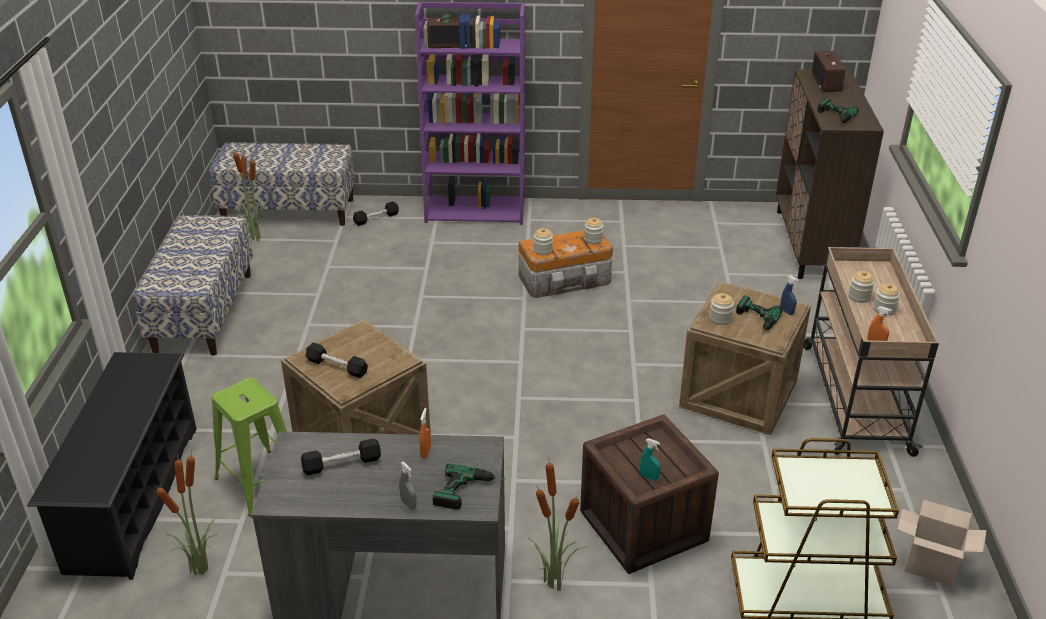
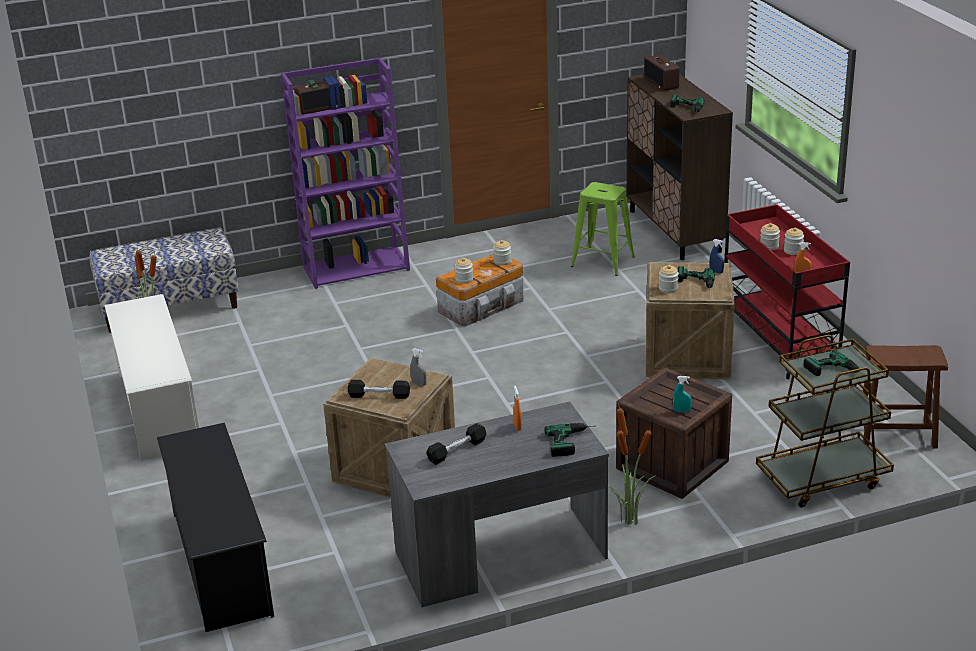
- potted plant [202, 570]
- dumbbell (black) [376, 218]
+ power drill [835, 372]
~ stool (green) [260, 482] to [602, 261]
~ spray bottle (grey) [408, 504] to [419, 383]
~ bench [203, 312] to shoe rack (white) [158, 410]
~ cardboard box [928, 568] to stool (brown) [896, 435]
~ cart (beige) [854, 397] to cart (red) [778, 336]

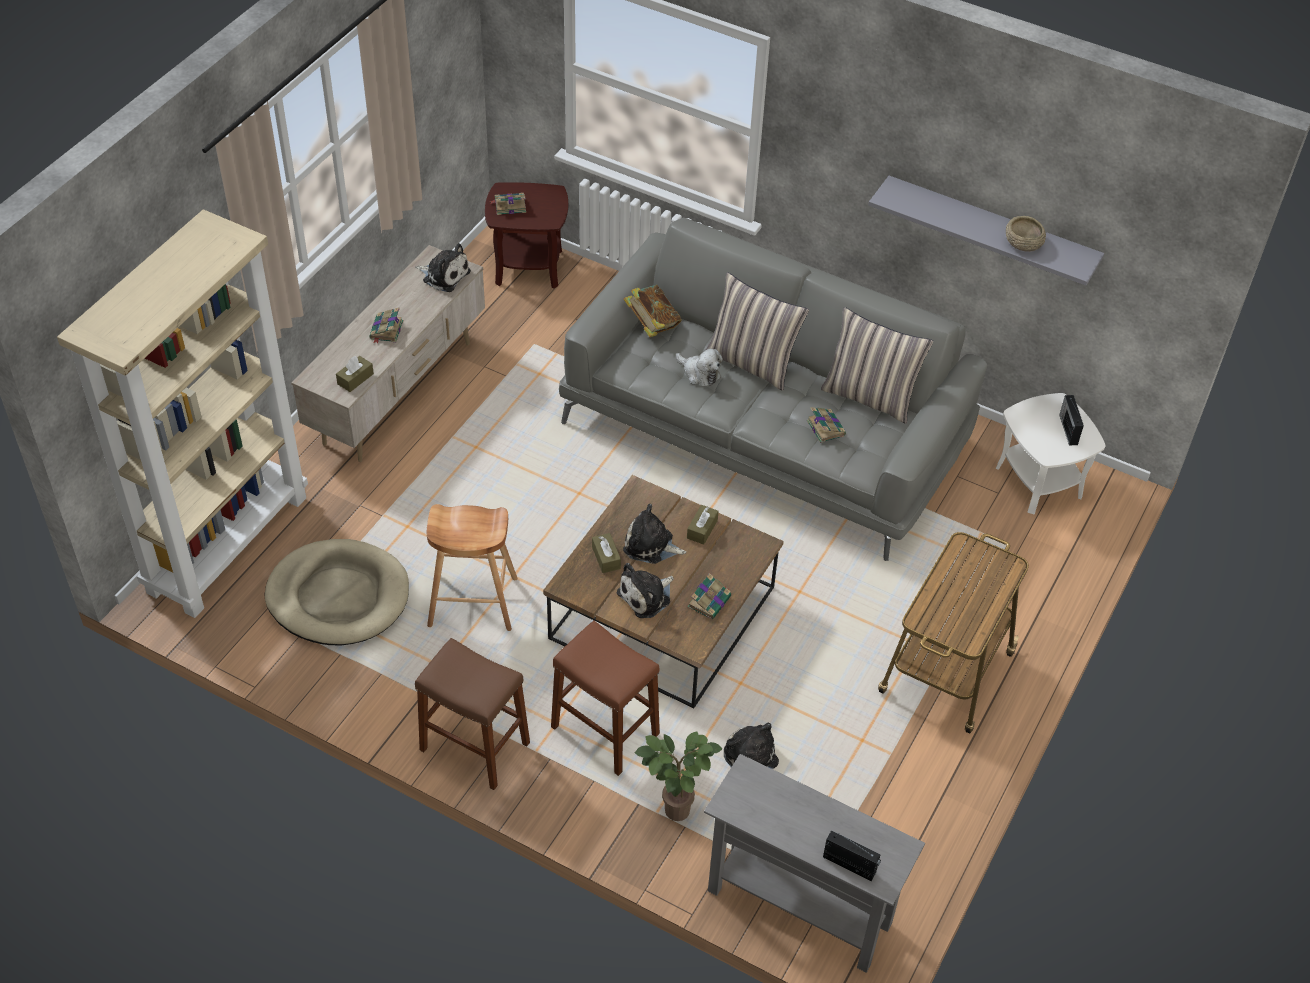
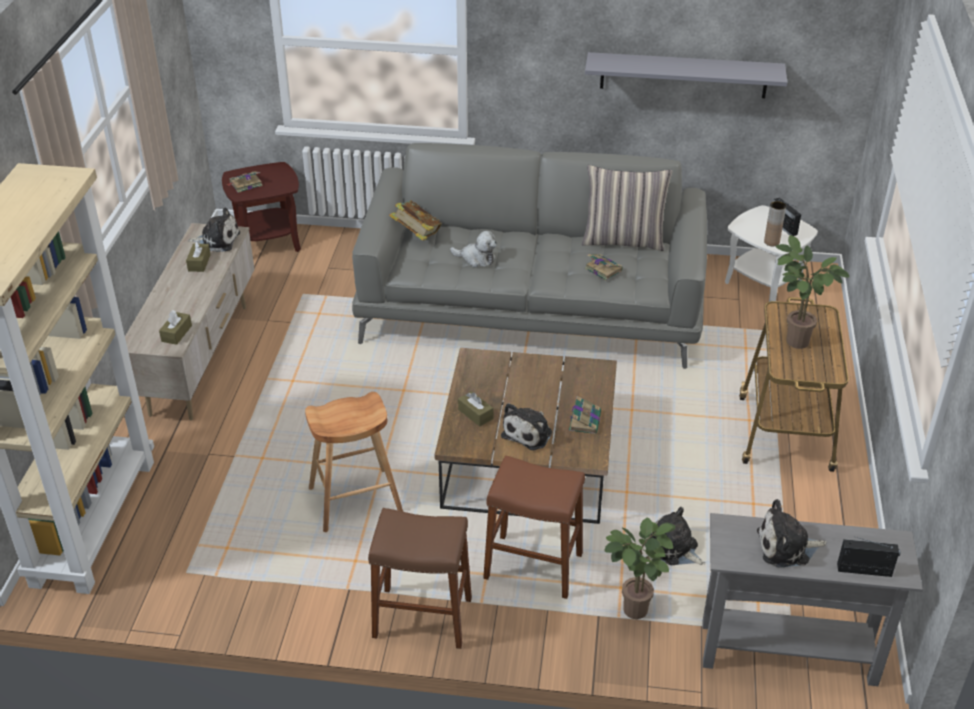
- dog bed (beige) [338, 596]
- book [386, 330]
- pillow [752, 363]
- bowl (beige) [1023, 241]
+ vase (brown) [771, 242]
+ potted plant [793, 342]
~ plush toy [651, 546] to [786, 547]
~ tissue box (brown) [702, 529] to [199, 263]

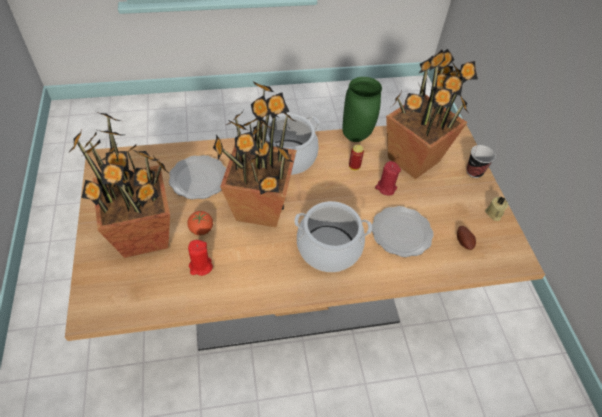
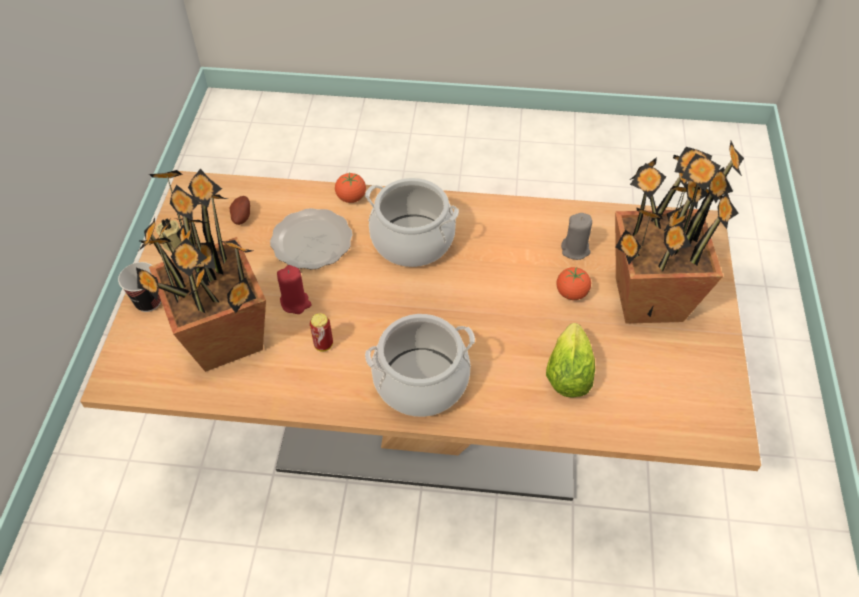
- potted plant [259, 208]
- vase (green) [355, 137]
+ tomato [351, 198]
~ plate [199, 178] to lettuce [568, 371]
~ candle (red) [200, 266] to candle (grey) [575, 250]

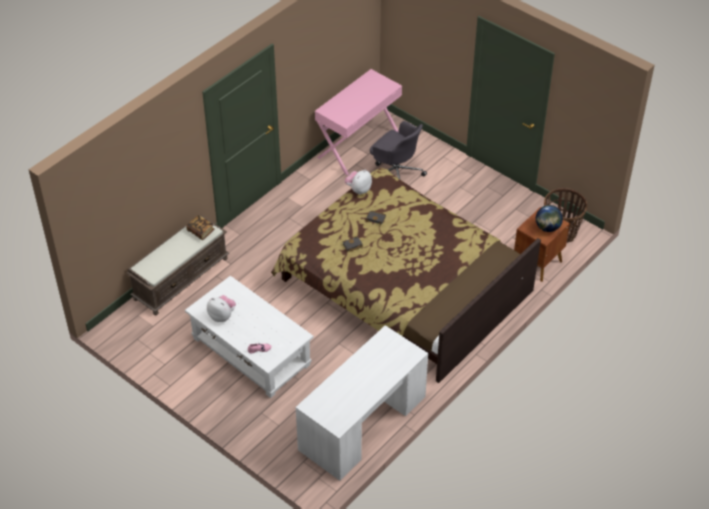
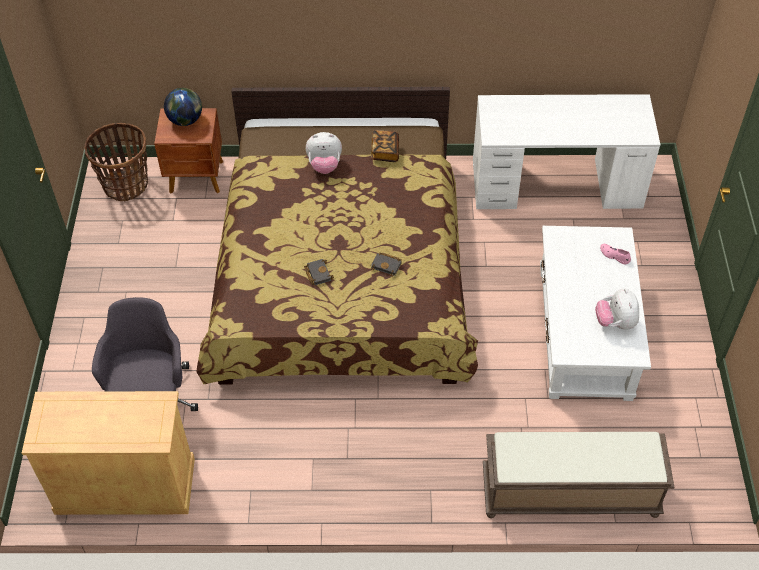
~ book [201, 231] to [385, 152]
~ plush toy [358, 190] to [324, 166]
~ desk (pink) [358, 145] to cabinet (beige) [125, 485]

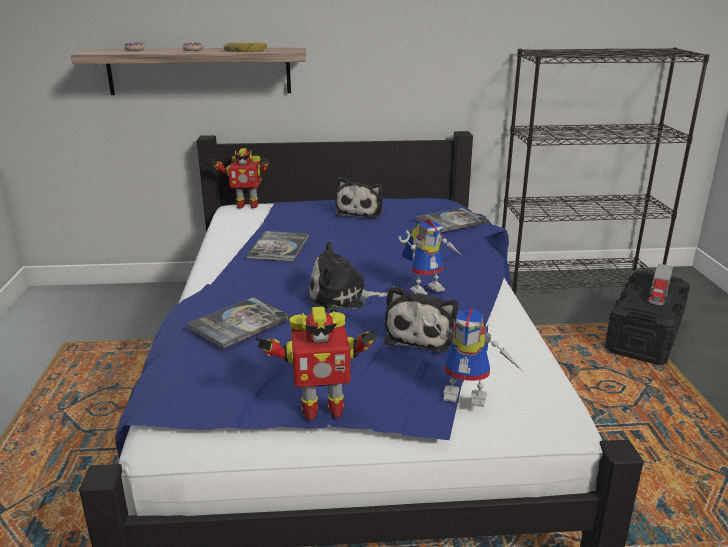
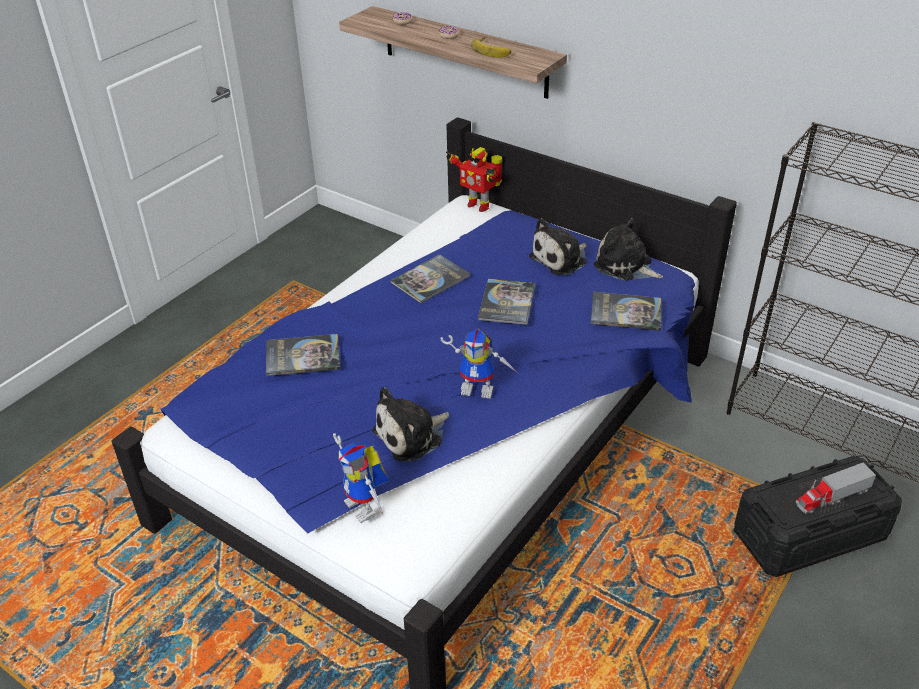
- toy robot [321, 409]
+ book [507, 302]
~ plush toy [342, 297] to [625, 266]

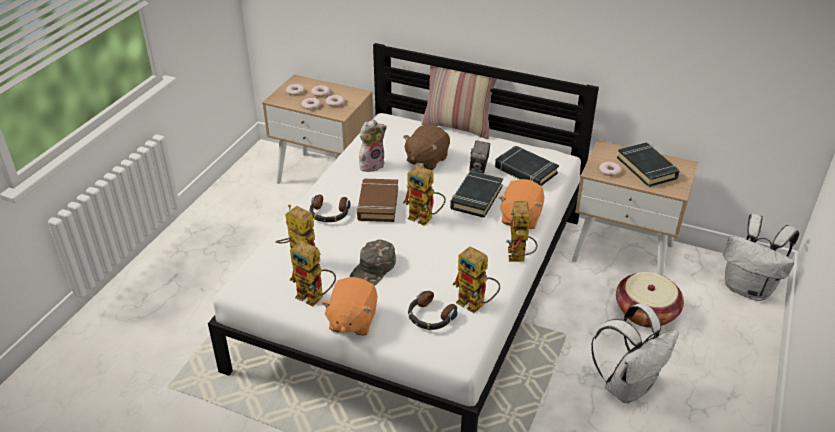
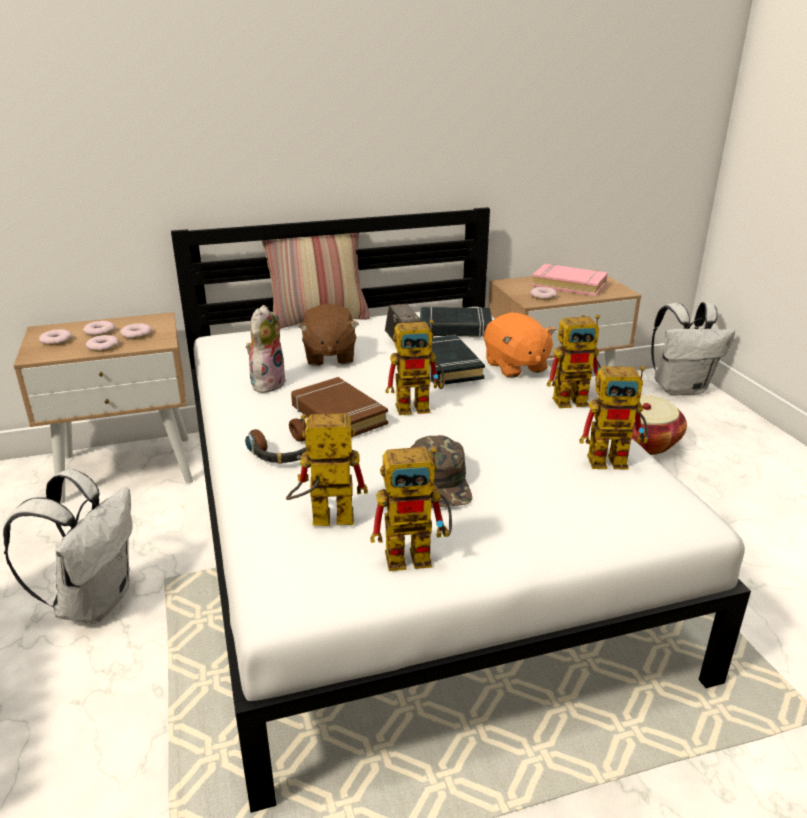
- plush toy (orange) [352, 320]
- headphones [430, 317]
~ backpack (white) [628, 386] to [94, 601]
~ book (black) [647, 168] to book (pink) [569, 285]
~ toy robot [519, 258] = [577, 400] 60 degrees counterclockwise

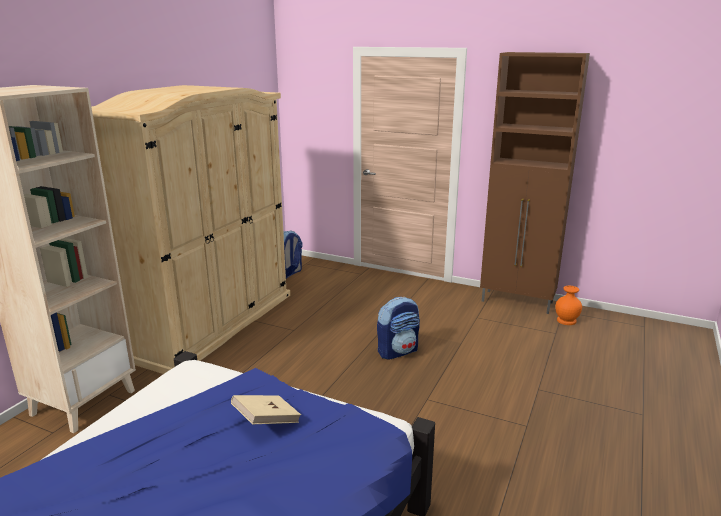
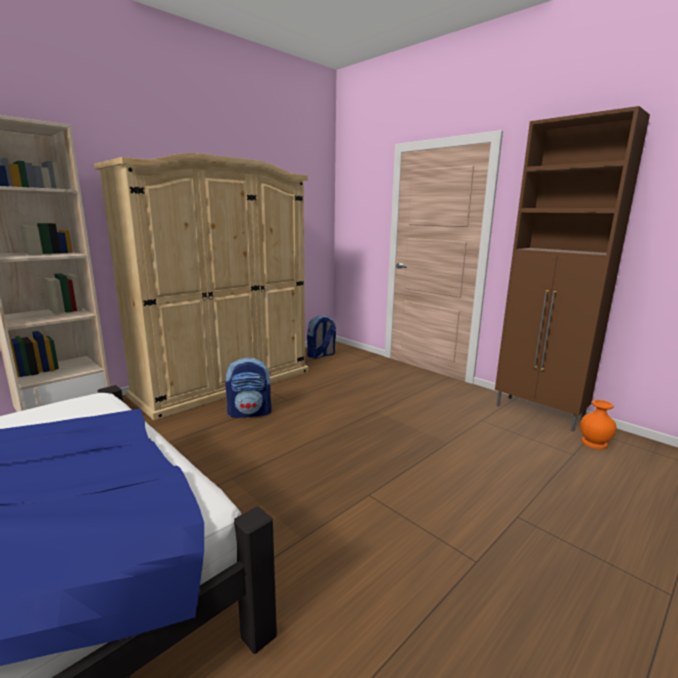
- book (beige) [266, 421]
~ backpack [398, 351] to [250, 413]

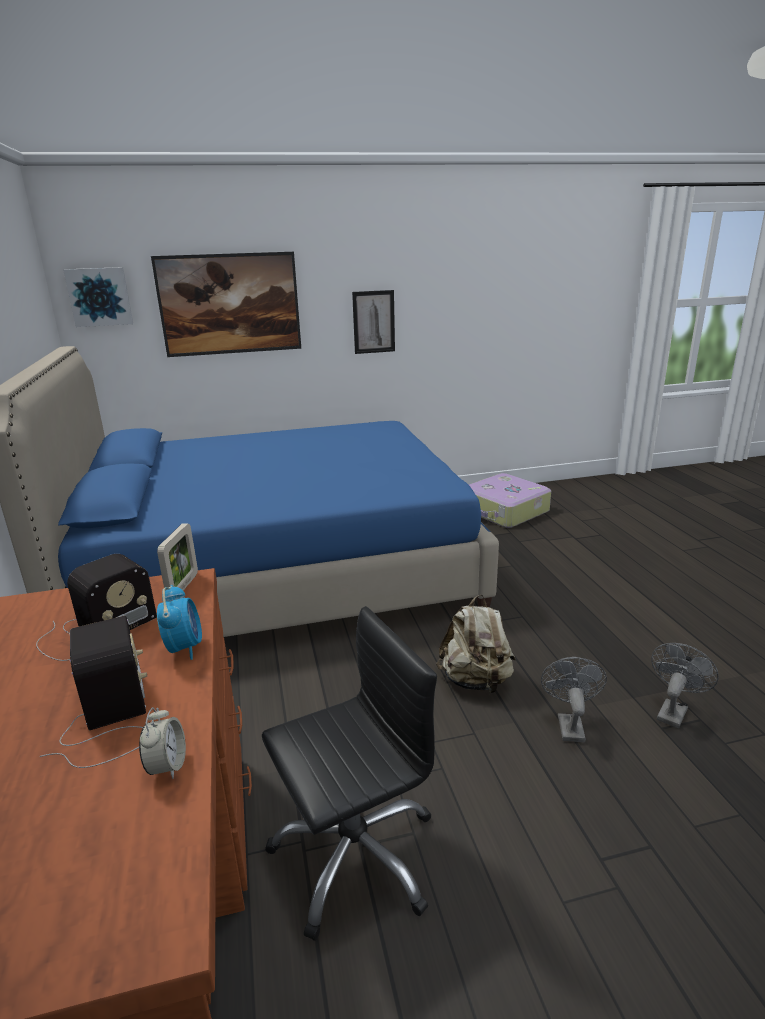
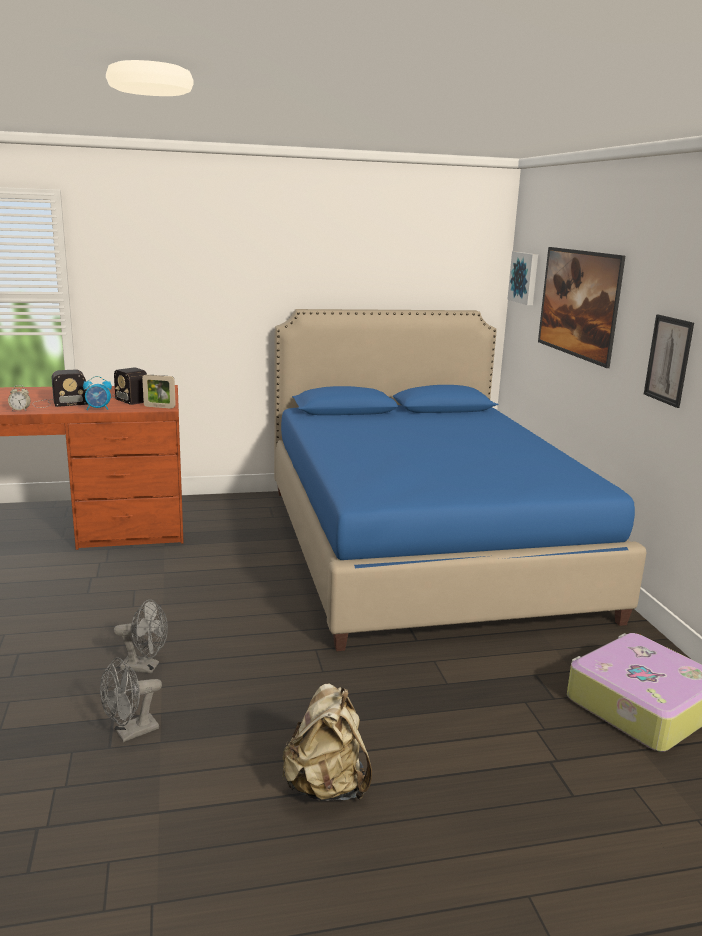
- office chair (black) [354, 854]
~ backpack (beige) [475, 680] to [326, 786]
~ fan (grey) [673, 710] = [130, 733] 105 degrees clockwise

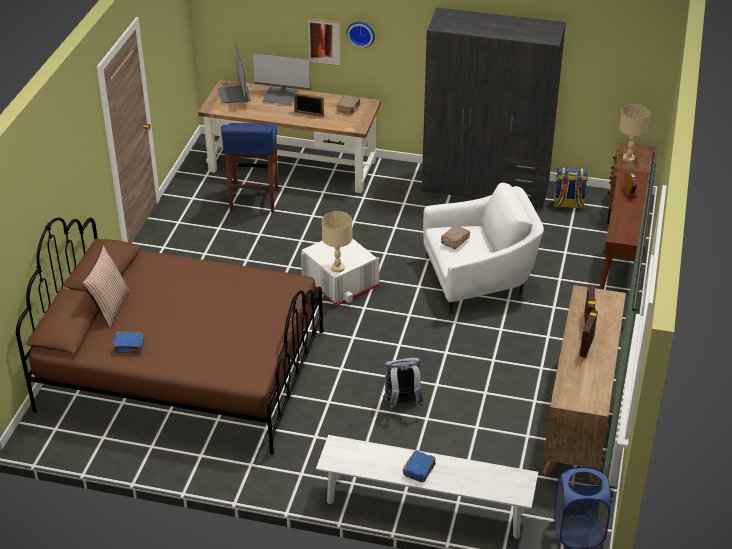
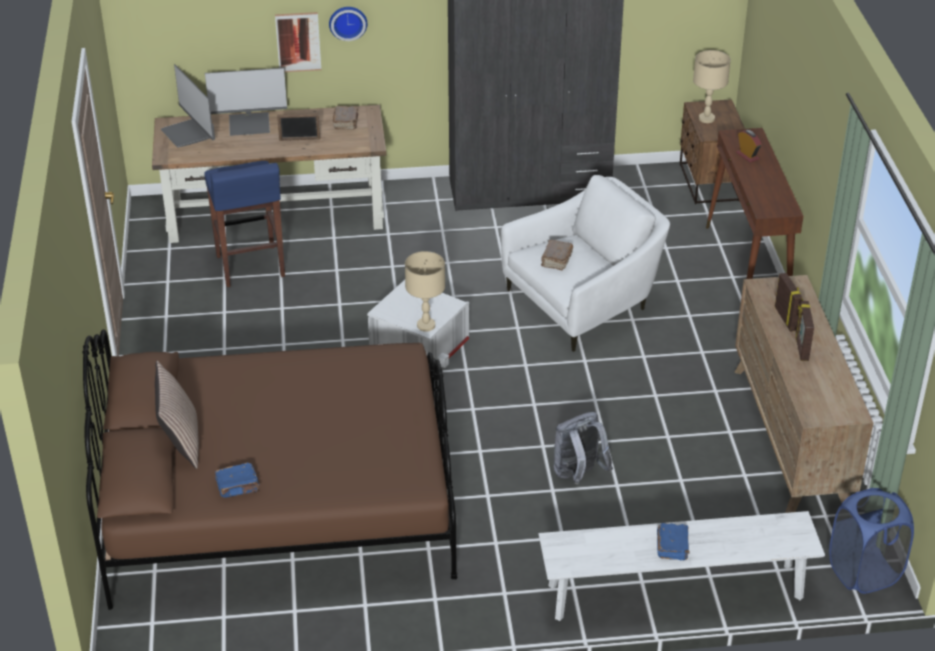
- backpack [568, 204]

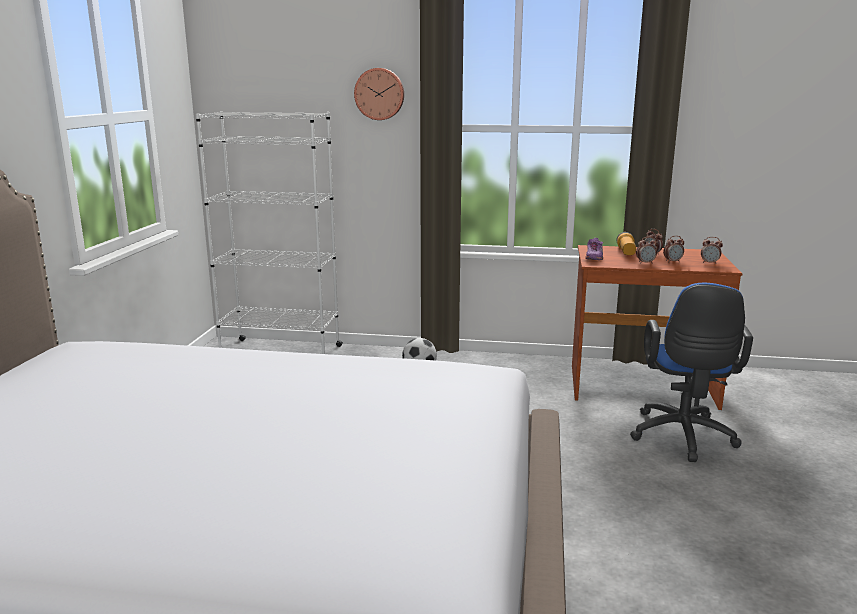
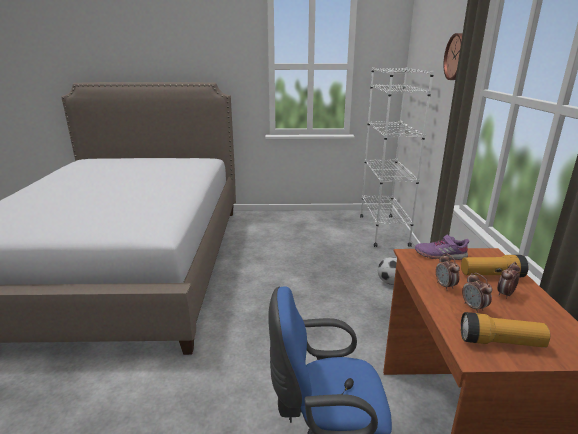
~ alarm clock [709, 263] to flashlight [500, 342]

